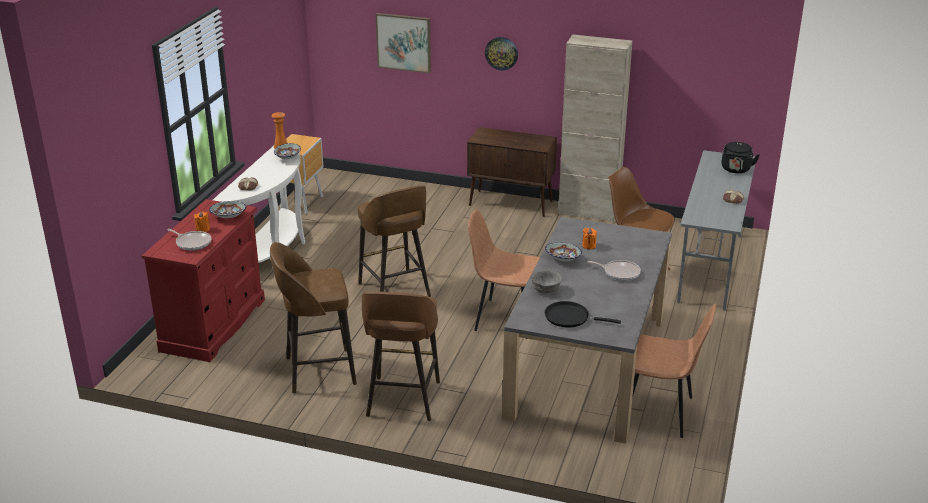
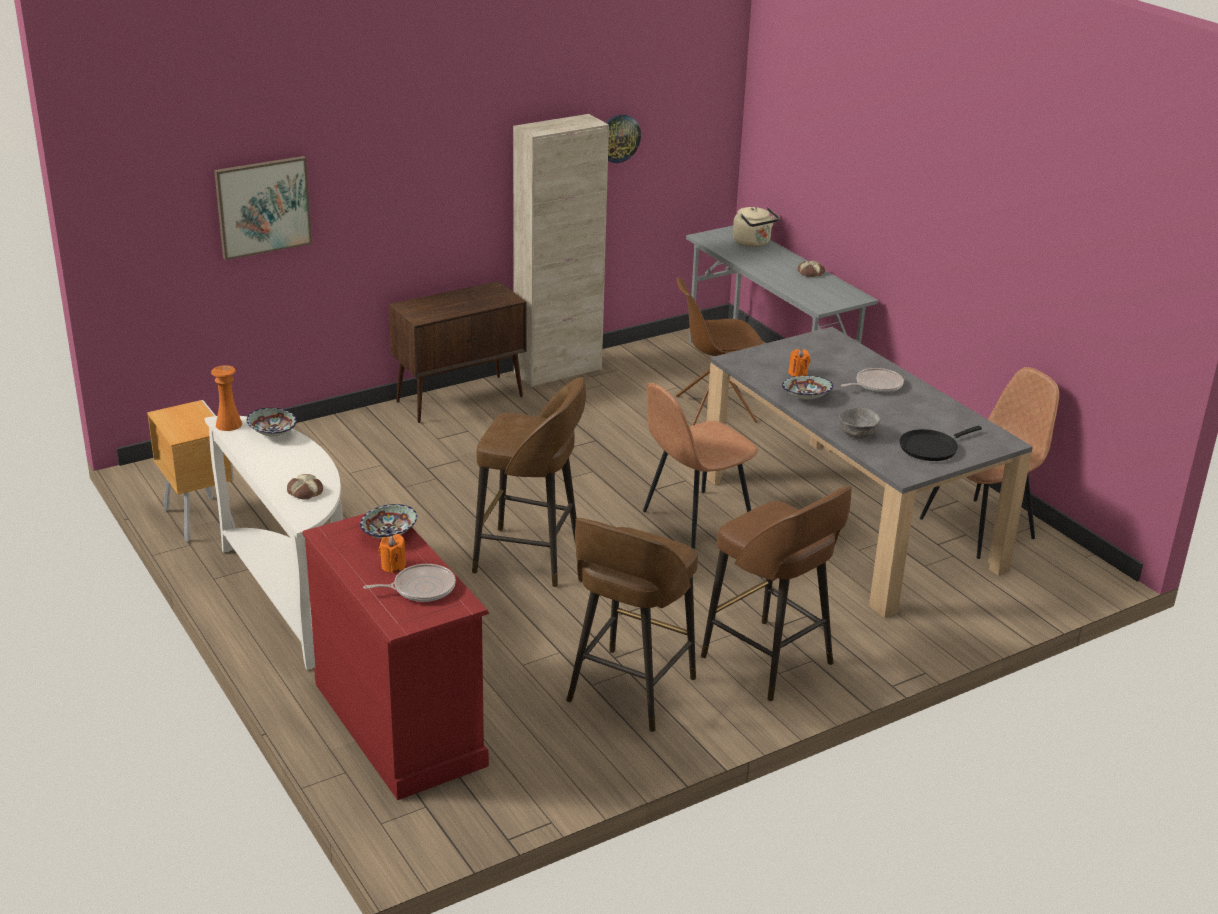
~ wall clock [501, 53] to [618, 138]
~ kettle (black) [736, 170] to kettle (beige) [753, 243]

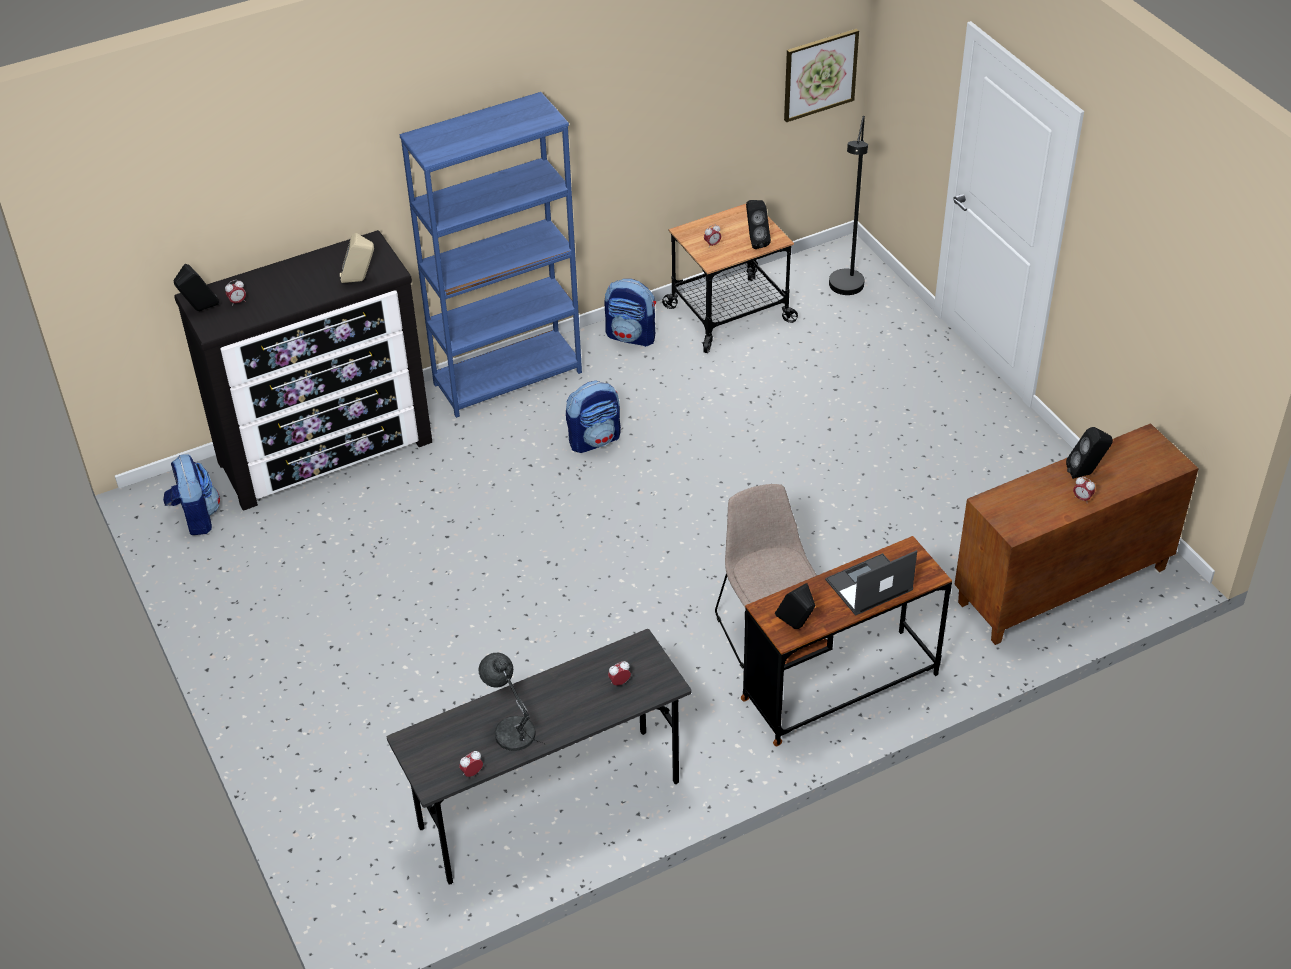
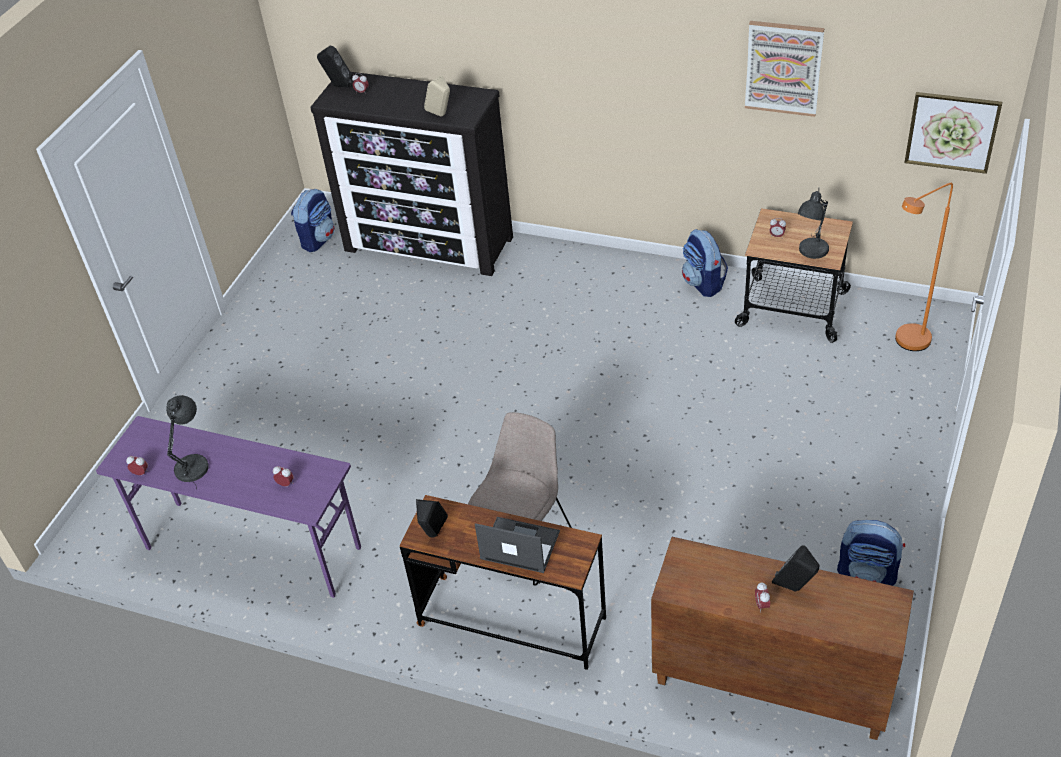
- bookcase (blue) [508, 378]
+ picture [783, 68]
~ backpack [595, 439] to [867, 574]
~ speaker (black) [755, 241] to table lamp (grey) [811, 251]
~ desk (grey) [549, 806] to desk (purple) [252, 549]
~ floor lamp (black) [846, 290] to floor lamp (orange) [906, 344]

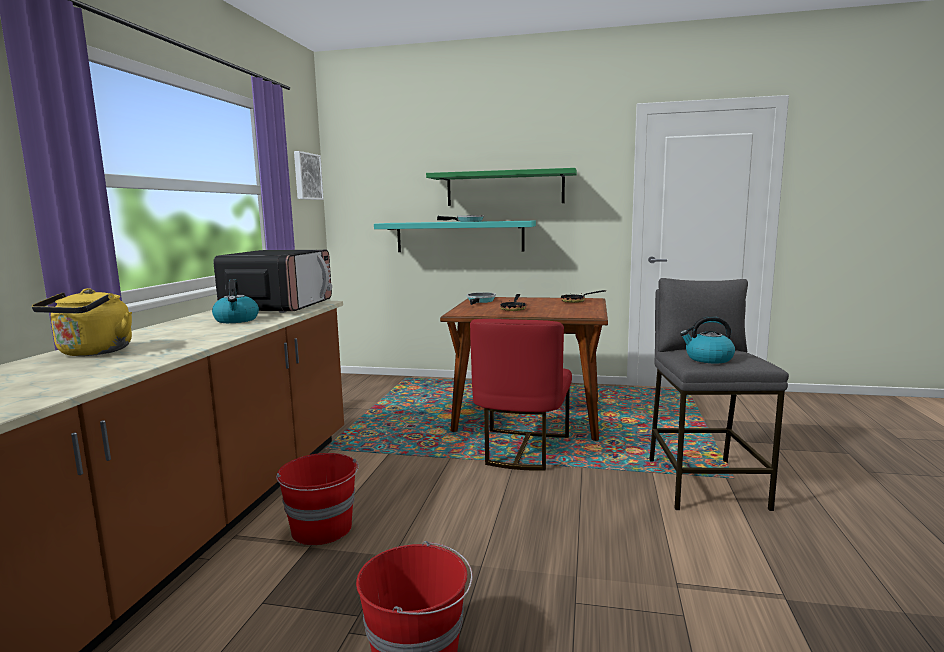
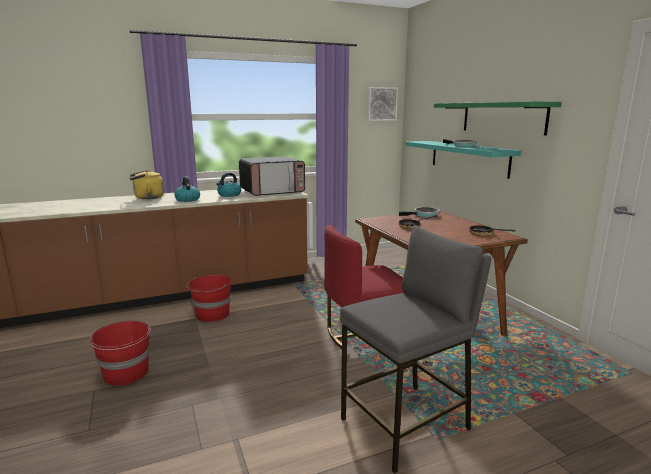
~ kettle [708, 359] to [187, 199]

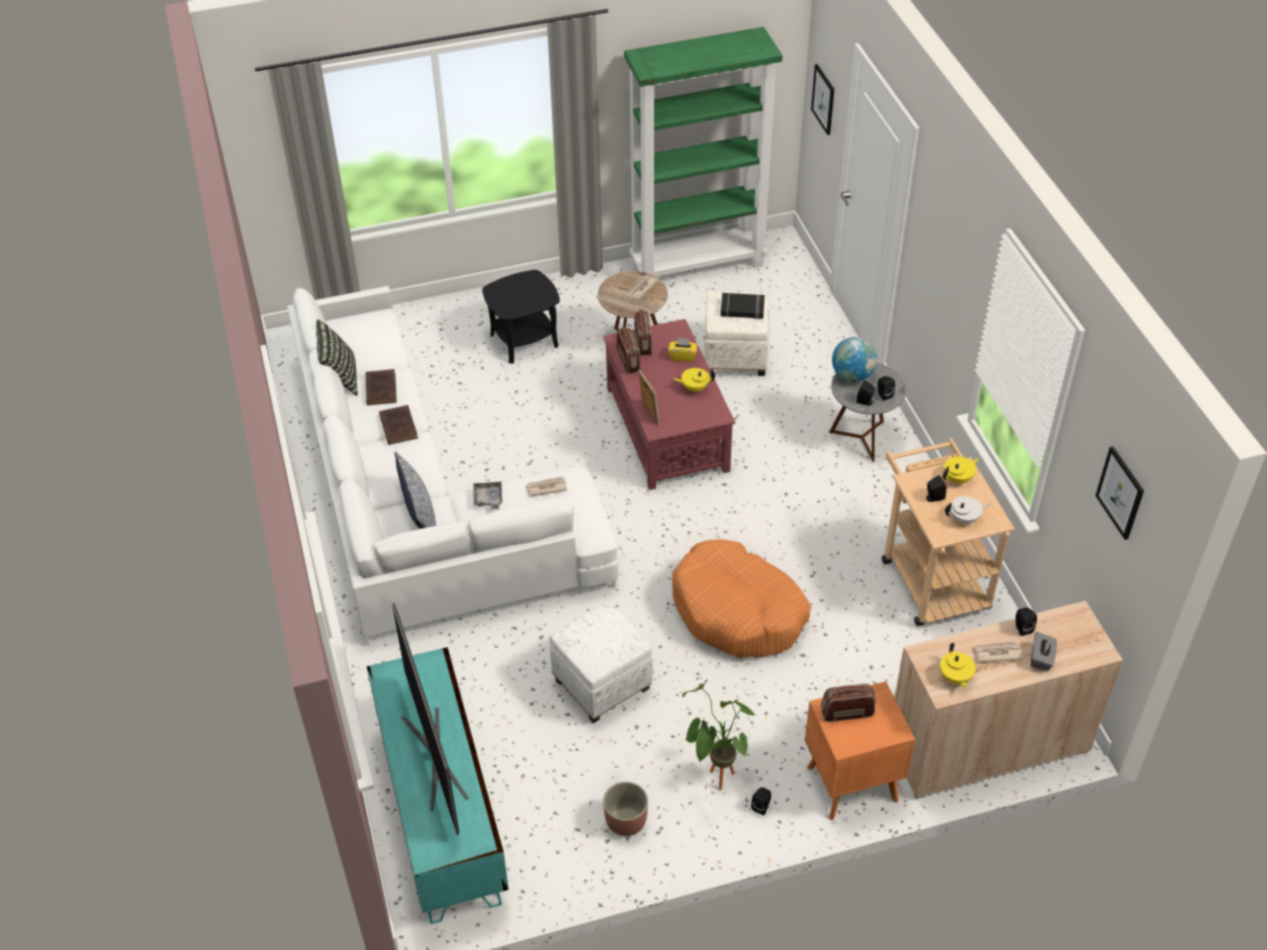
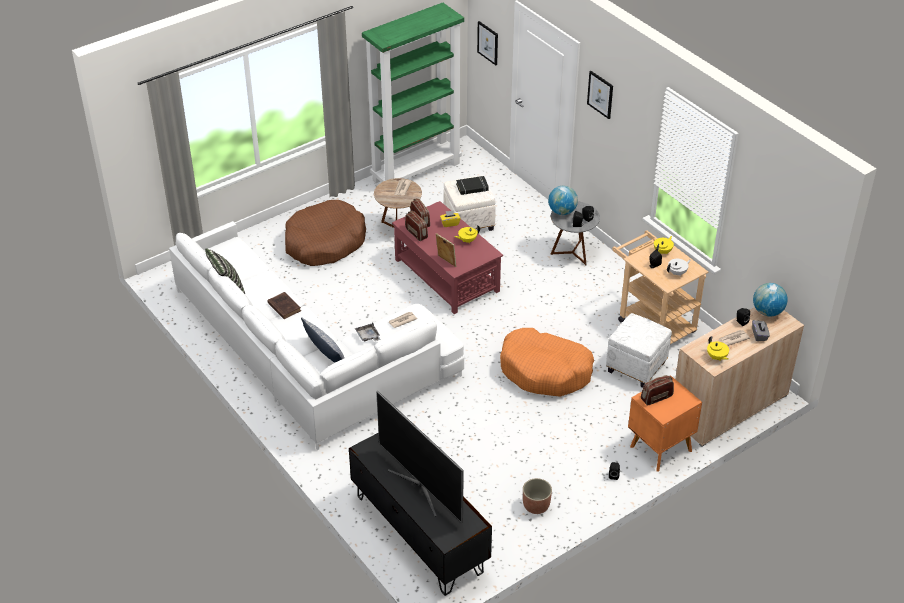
- book (brown) [381, 388]
- potted plant [715, 778]
+ globe [767, 312]
~ ottoman (white) [601, 685] to [636, 367]
~ picture [1120, 492] to [600, 94]
~ side table (black) [524, 341] to dog bed (brown) [324, 243]
~ tv stand (turquoise) [442, 813] to tv stand (black) [419, 532]

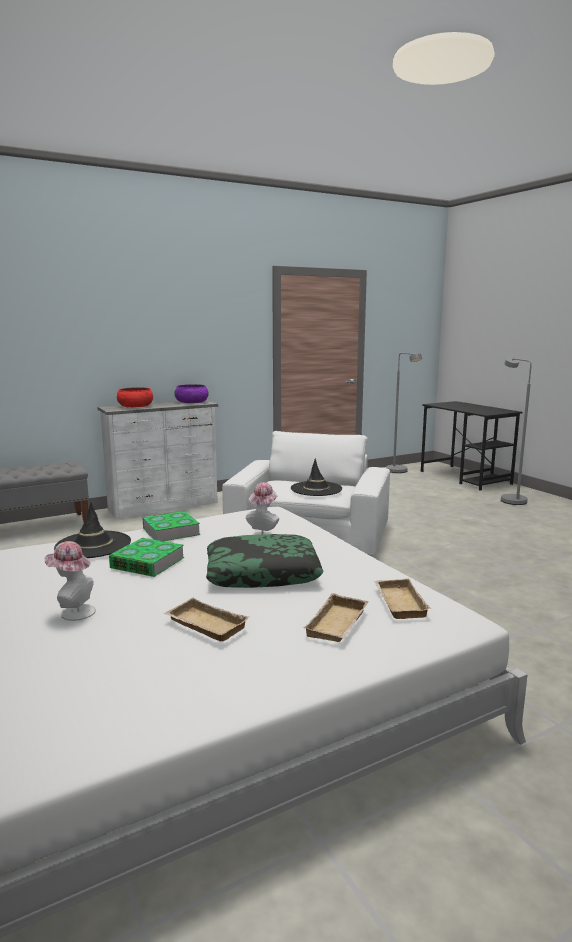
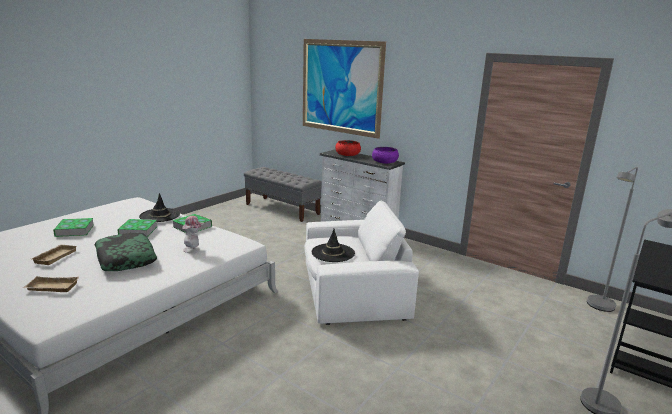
- tray (beige) [398, 602]
+ picture [340, 87]
~ hat [73, 612] to book [74, 230]

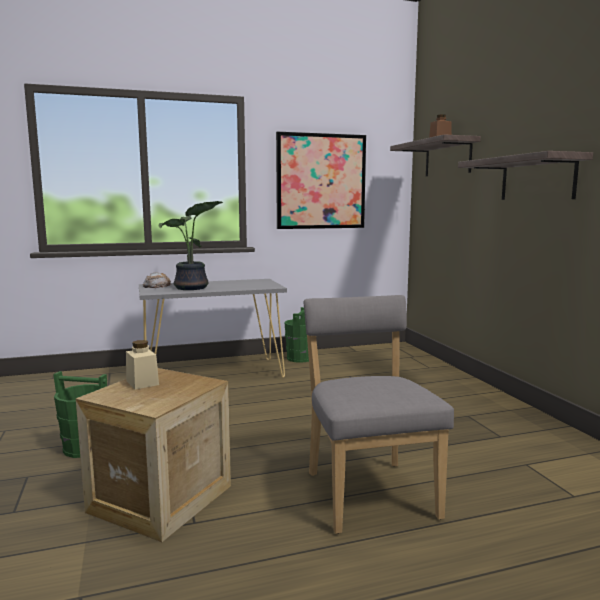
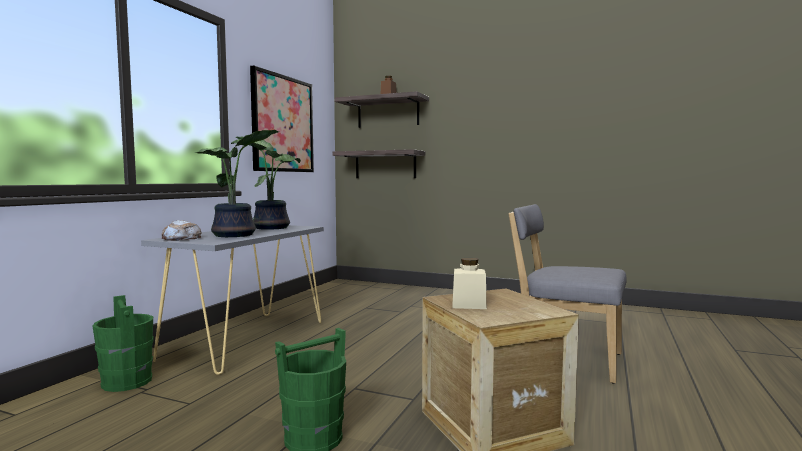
+ potted plant [271, 227]
~ bucket (green) [300, 358] to [127, 381]
~ shelf [537, 178] to [385, 165]

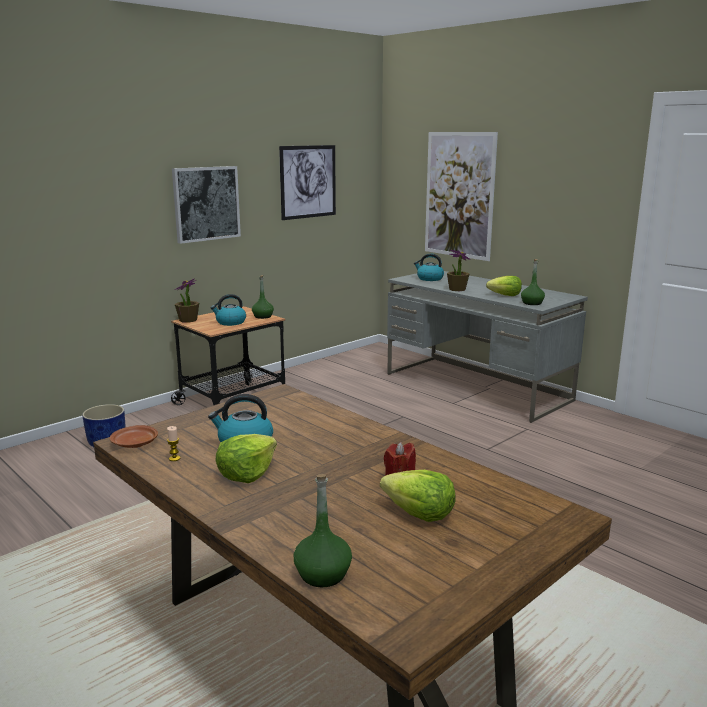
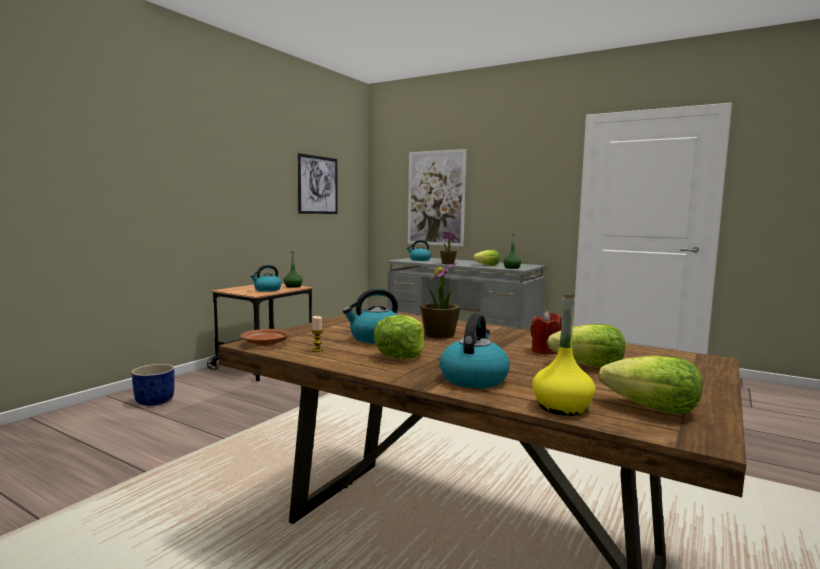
- picture [206, 203]
+ kettle [473, 378]
+ lettuce [652, 408]
~ potted plant [188, 320] to [439, 335]
~ bottle (green) [322, 574] to bottle (yellow) [561, 407]

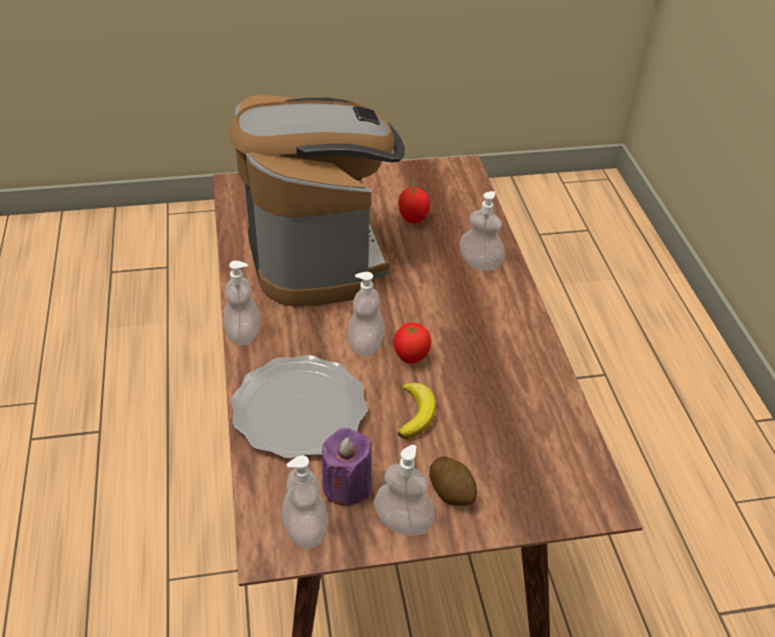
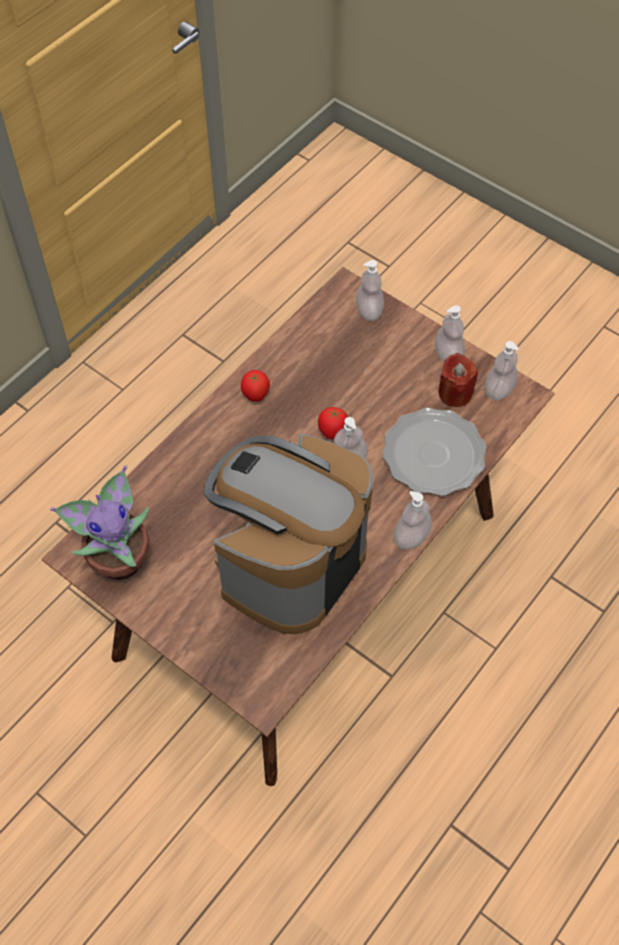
- banana [416, 413]
- potato [452, 492]
+ potted plant [119, 557]
~ tomato [413, 219] to [255, 396]
~ soap dispenser [480, 263] to [369, 310]
~ candle (purple) [347, 486] to candle (red) [455, 393]

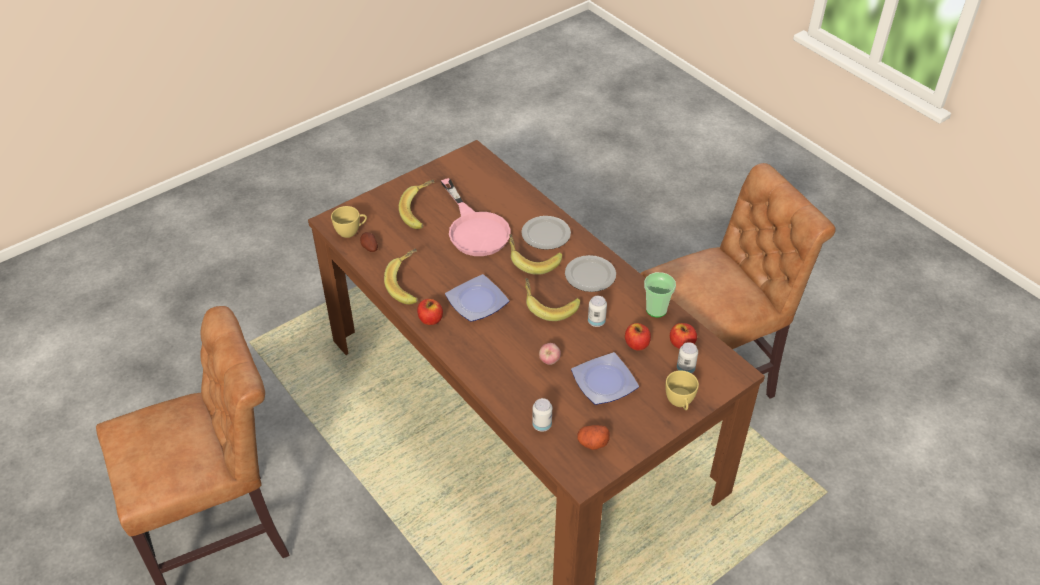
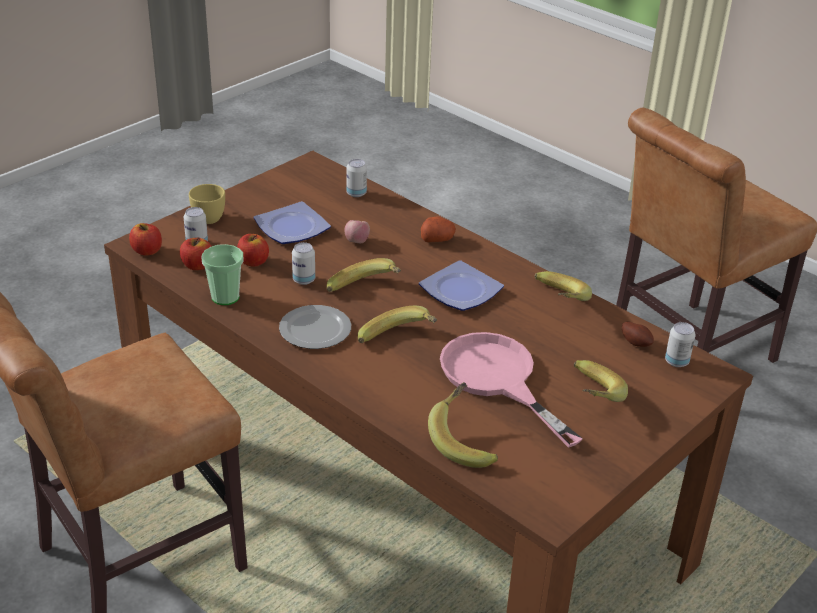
- plate [545, 235]
+ banana [465, 441]
~ apple [430, 319] to [147, 251]
~ potato [592, 443] to [437, 239]
~ cup (yellow) [351, 232] to can [676, 362]

